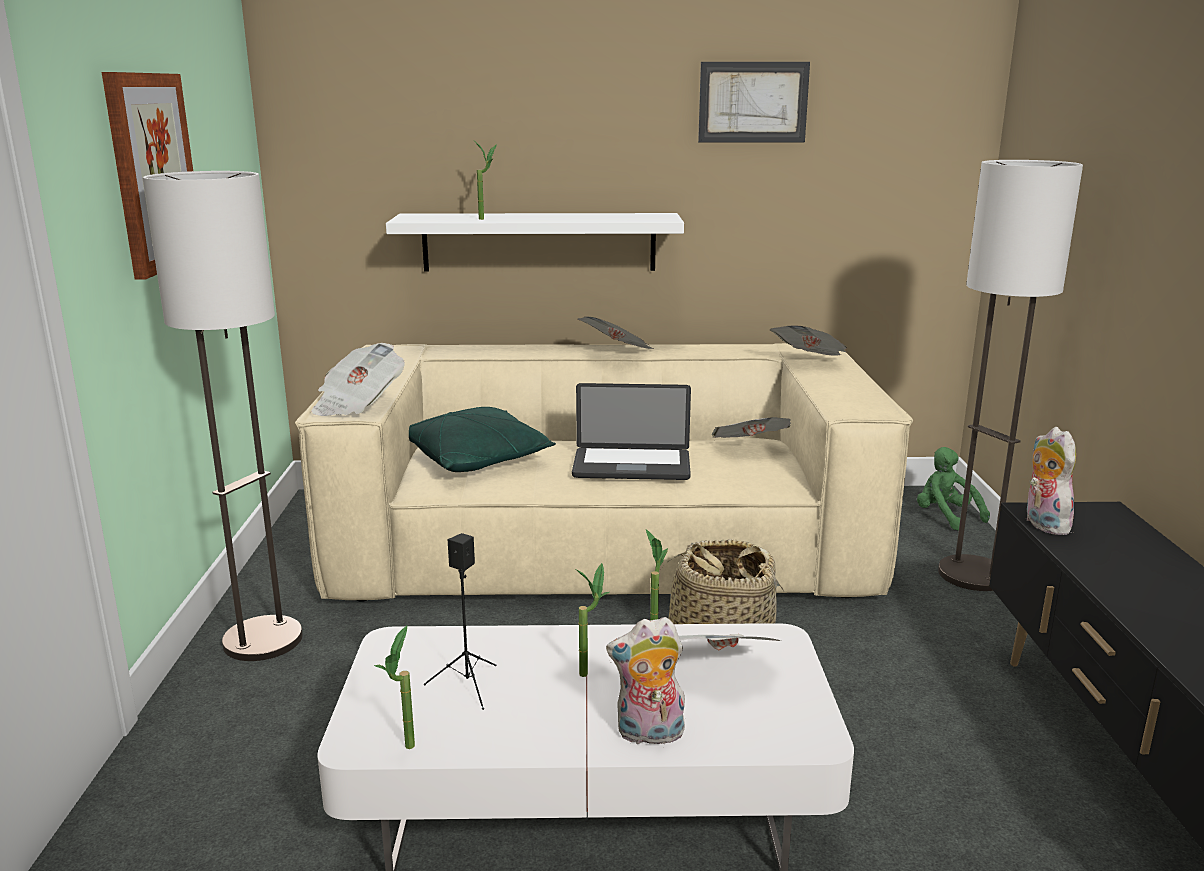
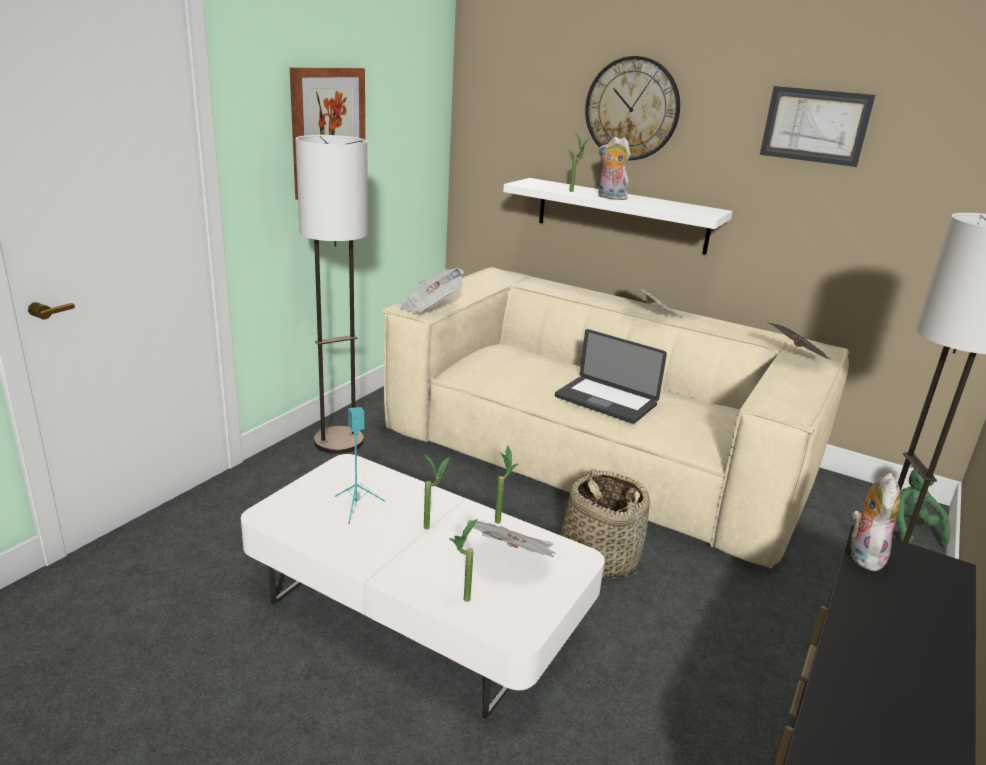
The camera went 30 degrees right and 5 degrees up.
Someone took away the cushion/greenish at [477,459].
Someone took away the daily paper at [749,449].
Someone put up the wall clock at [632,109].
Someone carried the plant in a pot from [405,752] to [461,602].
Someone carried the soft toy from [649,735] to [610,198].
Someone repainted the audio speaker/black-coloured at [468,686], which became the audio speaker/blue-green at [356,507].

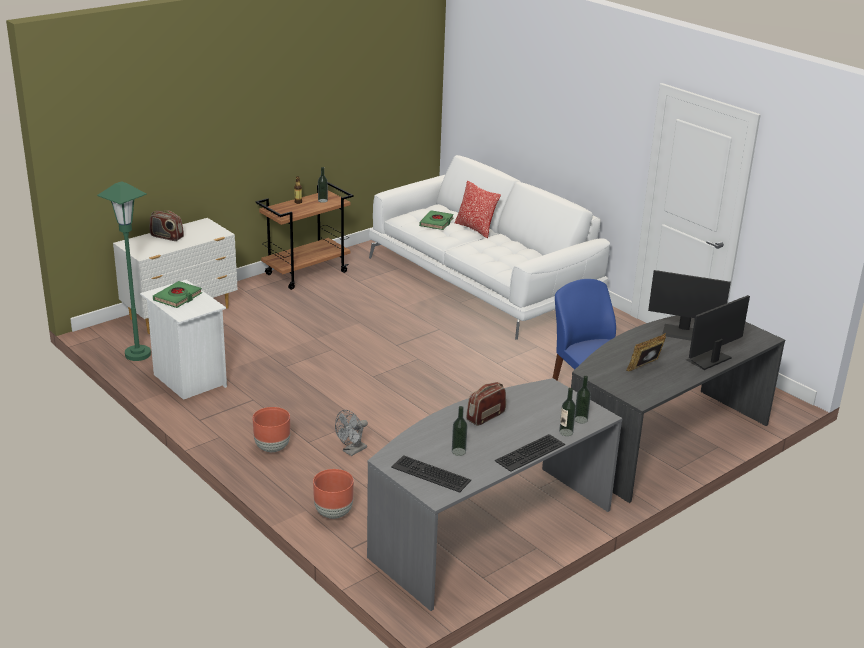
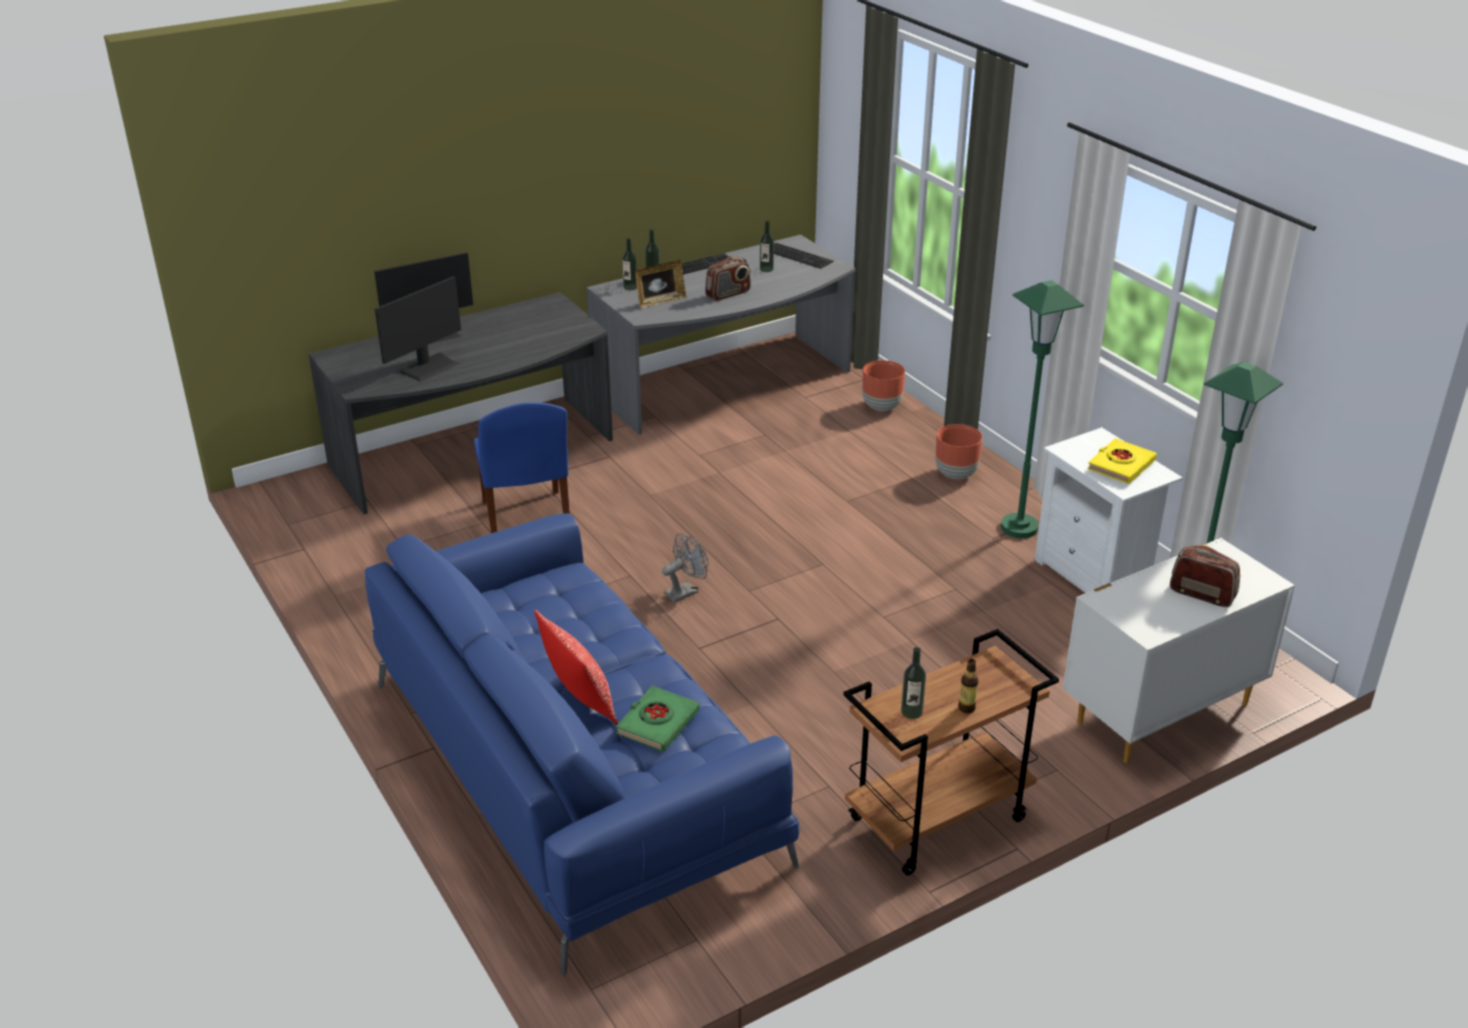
The camera went 170 degrees left and 5 degrees up.
Someone put down the standard lamp/greenish at [1019,528].
Someone carried the electric fan/gray from [352,451] to [686,591].
Someone carried the standing frame from [645,367] to [660,301].
Someone repainted the book/greenish at [178,297], which became the book/yellow at [1120,465].
Someone repainted the couch/white at [483,281], which became the couch/bluish at [570,768].
Someone rotated the monitor at [683,333] by 105 degrees clockwise.

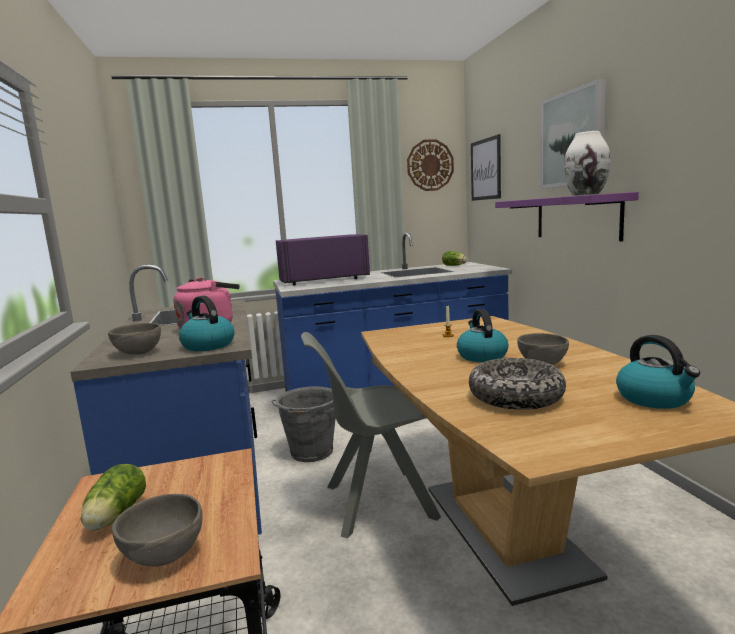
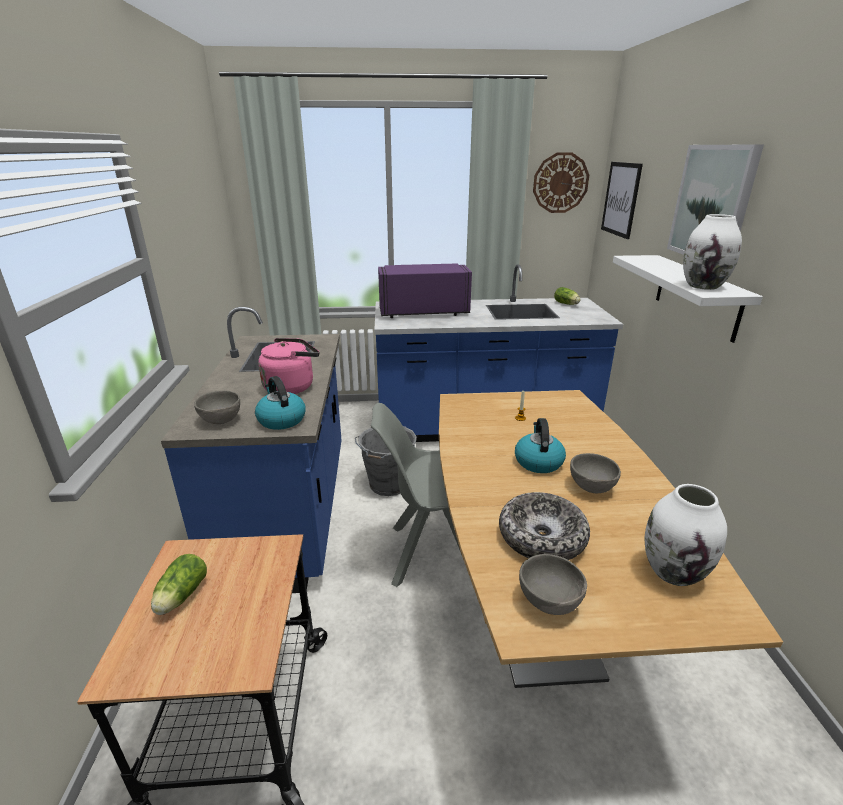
The camera went 10 degrees right and 15 degrees up.
Someone carried the serving bowl/gray from [163,556] to [549,602].
Someone swapped the tea kettle at [655,399] for the vase/white at [673,571].
Someone repainted the wall shelf/purple-coloured at [576,217], which became the wall shelf/white at [696,295].

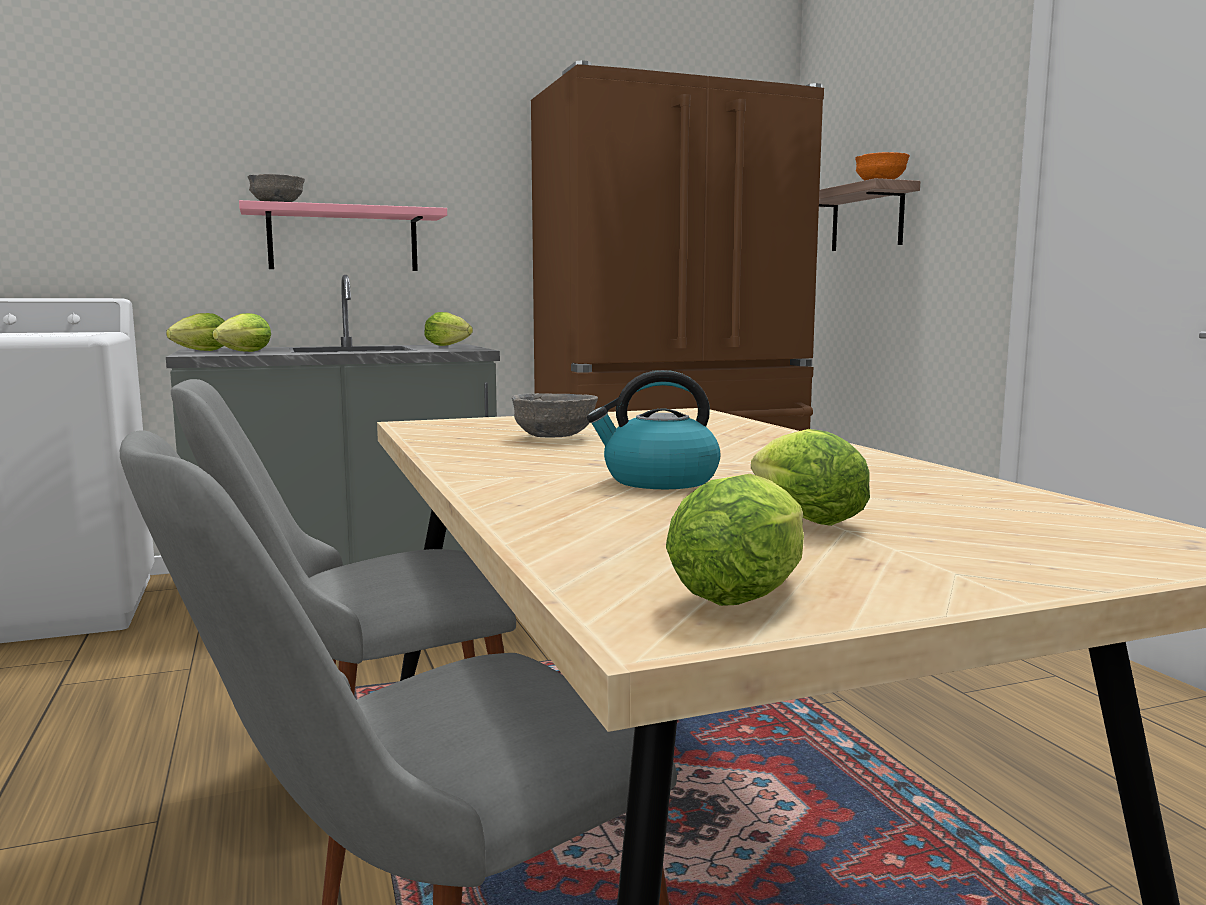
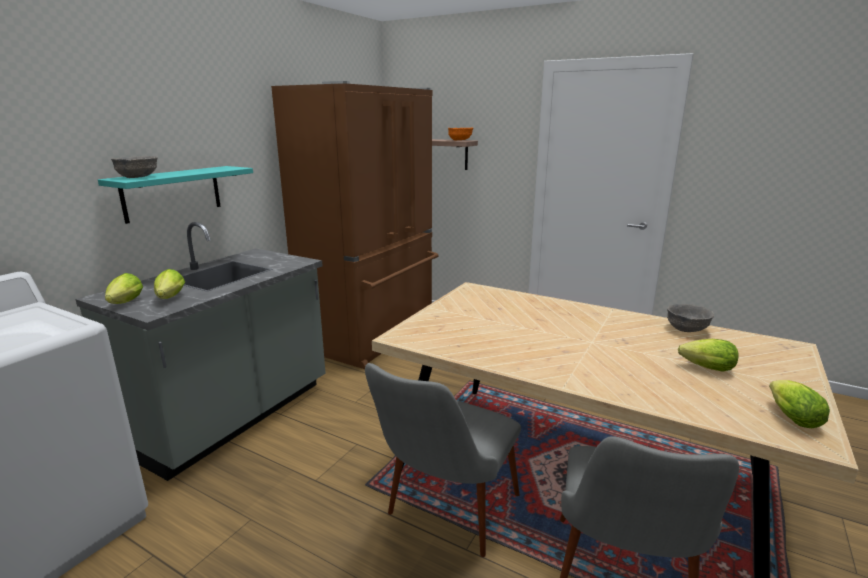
The camera went 40 degrees left and 10 degrees up.
Someone took away the lettuce head at [450,346].
Someone took away the tea kettle at [658,480].
Someone carried the serving bowl/gray from [553,437] to [687,329].
Someone repainted the wall shelf/pink-coloured at [343,240], which became the wall shelf/blue-green at [172,193].

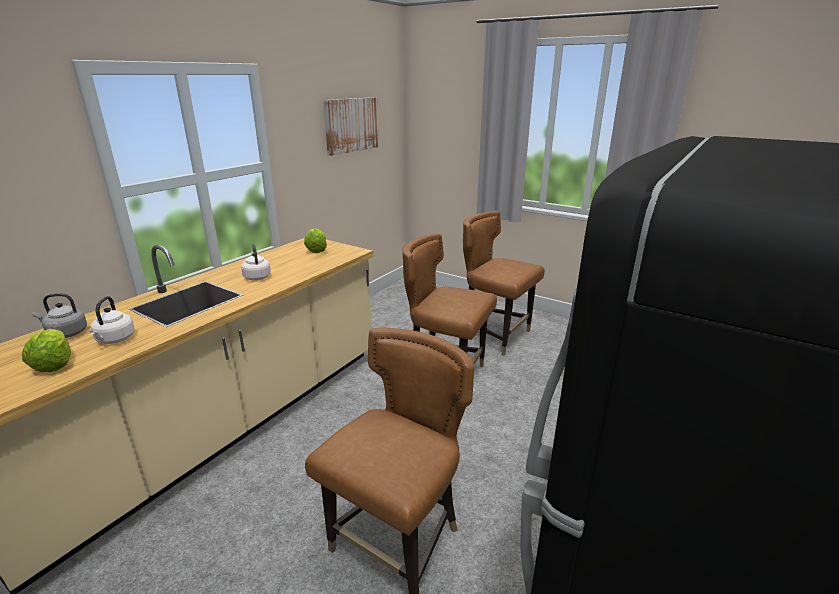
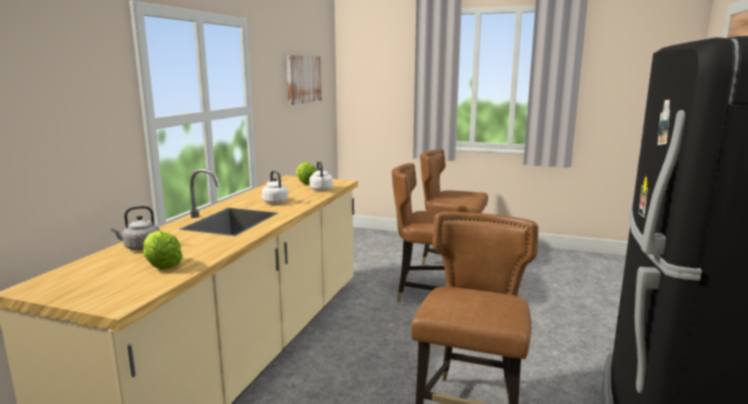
The camera went 15 degrees left and 10 degrees down.
Someone carried the tea kettle/white from [115,339] to [321,190].

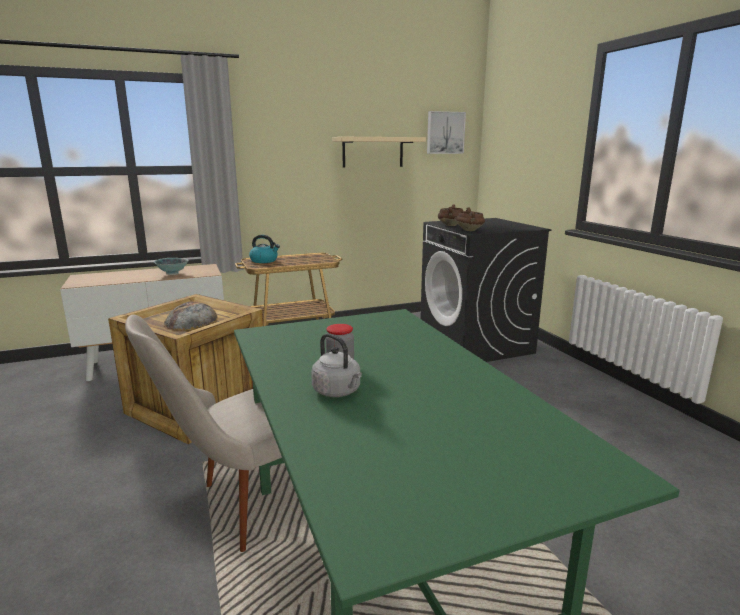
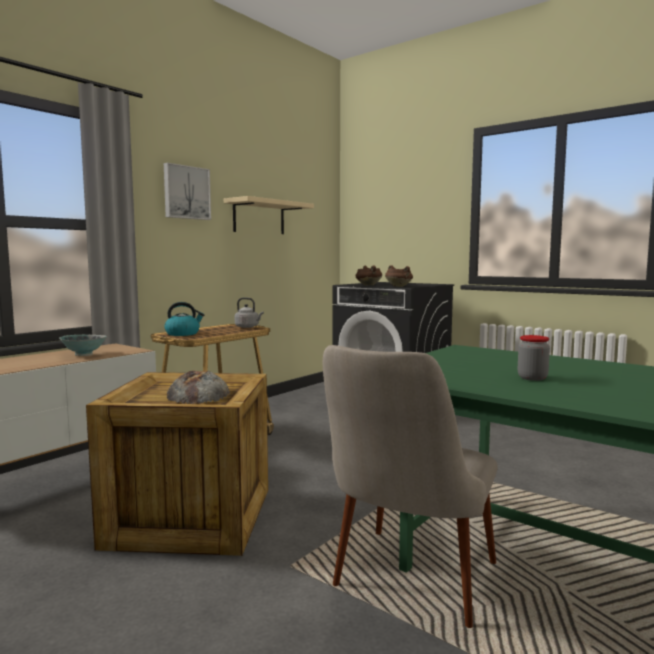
The camera went 30 degrees left and 10 degrees down.
Someone carried the tea kettle/gray from [338,392] to [248,327].
Someone carried the picture from [445,133] to [186,192].

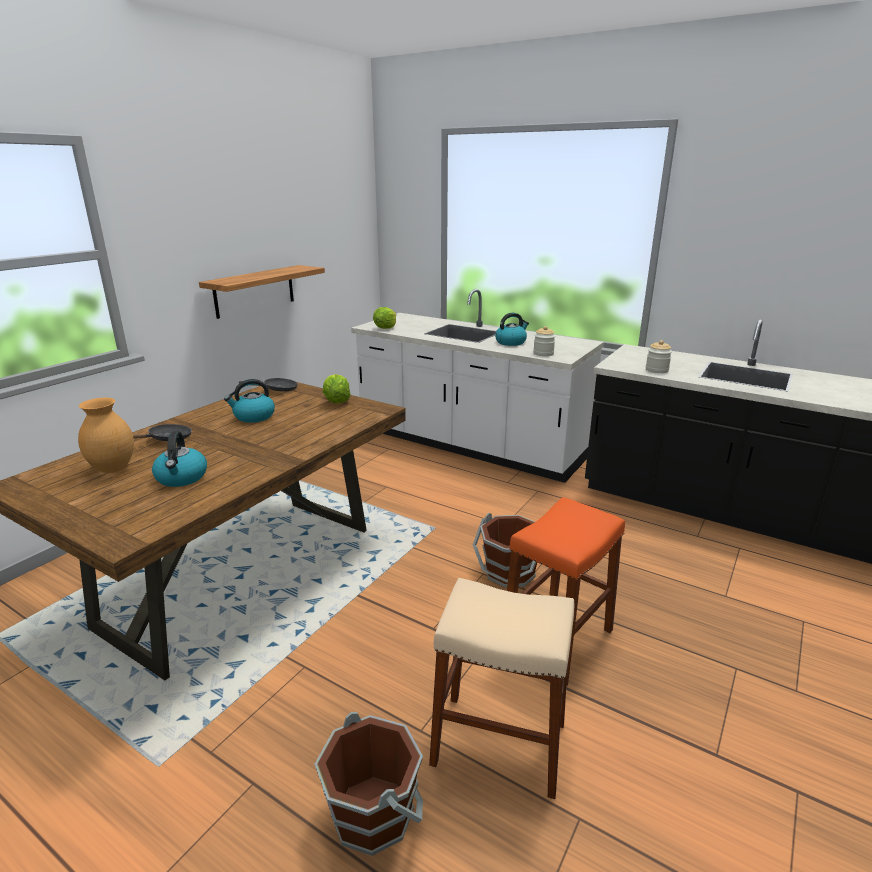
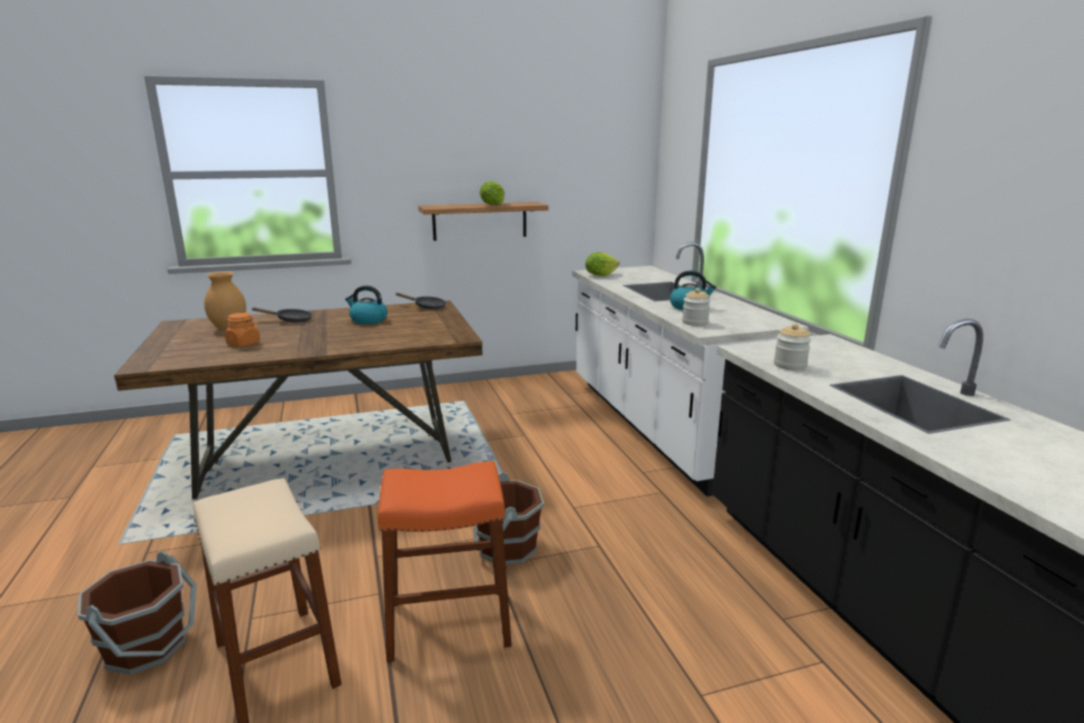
The camera went 40 degrees right and 5 degrees down.
Someone carried the lettuce head from [336,401] to [493,205].
Someone swapped the tea kettle at [182,478] for the preserve jar/orange-coloured at [243,344].

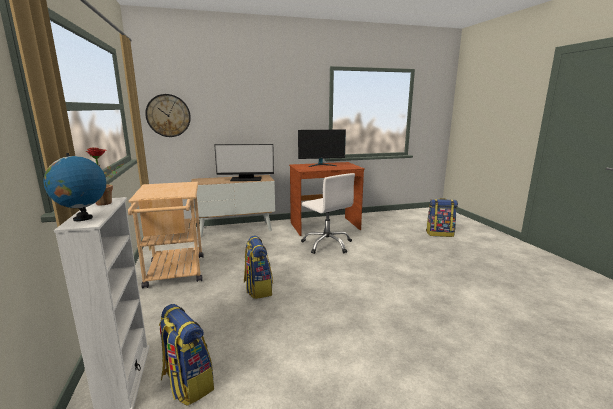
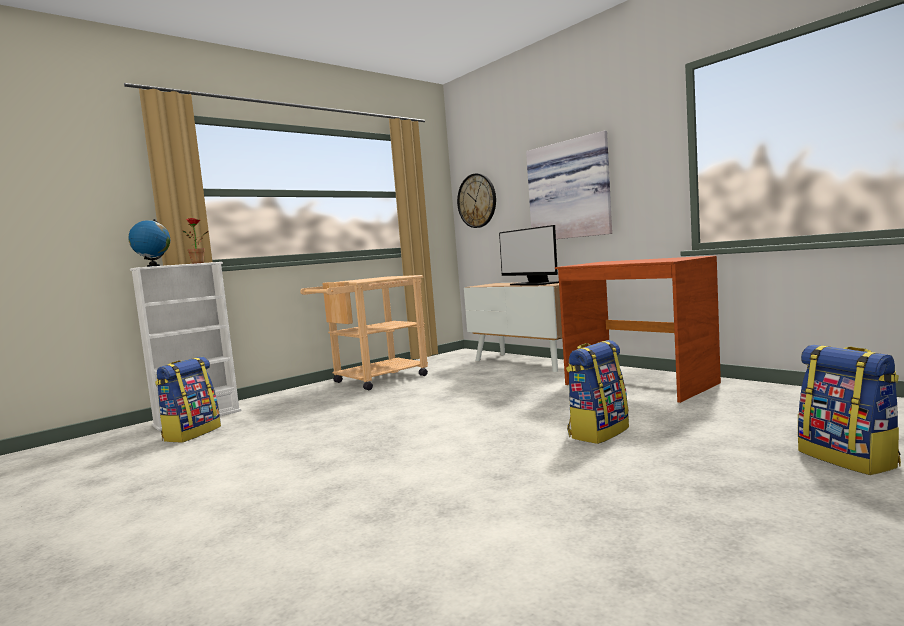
The camera went 65 degrees right and 10 degrees down.
Someone took away the monitor at [321,165].
Someone took away the office chair/white at [327,244].
Someone put up the picture at [570,190].
Someone carried the backpack from [258,289] to [598,432].

